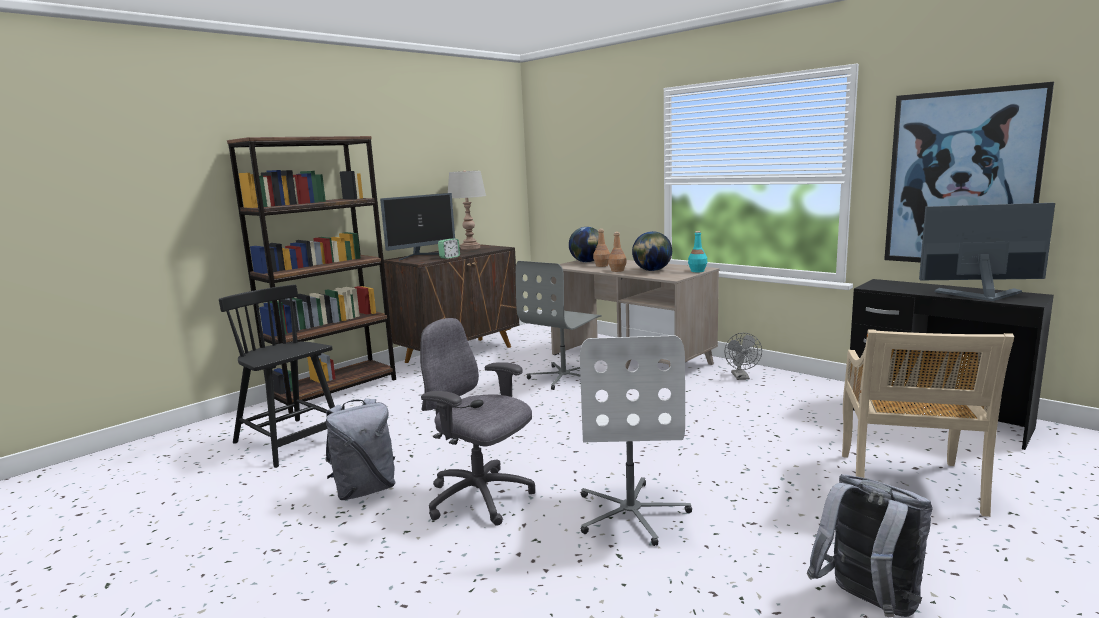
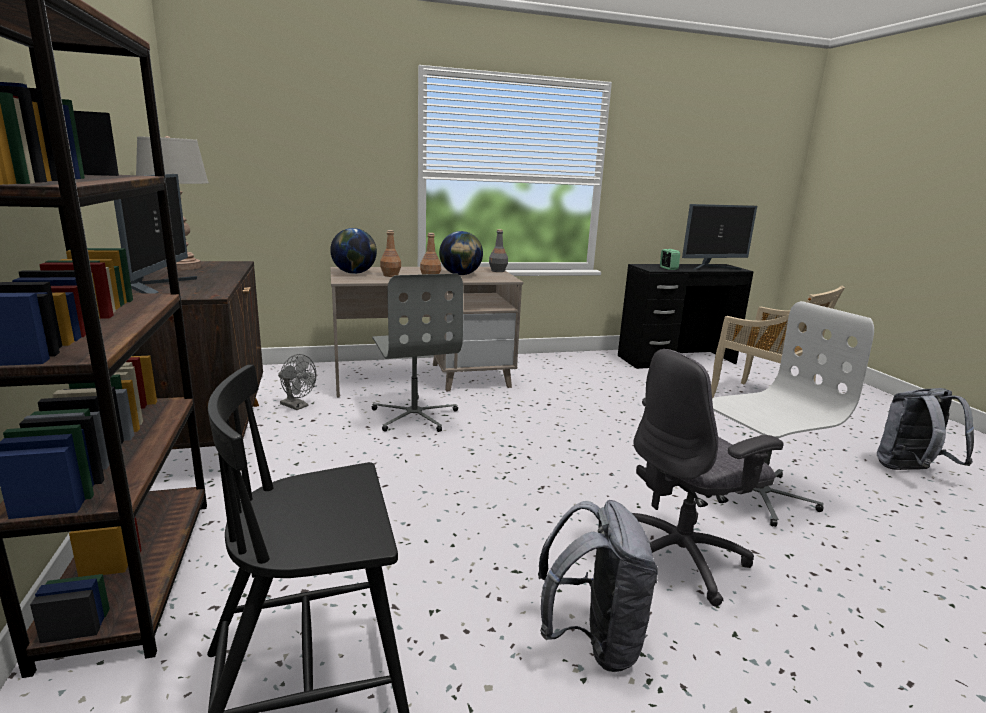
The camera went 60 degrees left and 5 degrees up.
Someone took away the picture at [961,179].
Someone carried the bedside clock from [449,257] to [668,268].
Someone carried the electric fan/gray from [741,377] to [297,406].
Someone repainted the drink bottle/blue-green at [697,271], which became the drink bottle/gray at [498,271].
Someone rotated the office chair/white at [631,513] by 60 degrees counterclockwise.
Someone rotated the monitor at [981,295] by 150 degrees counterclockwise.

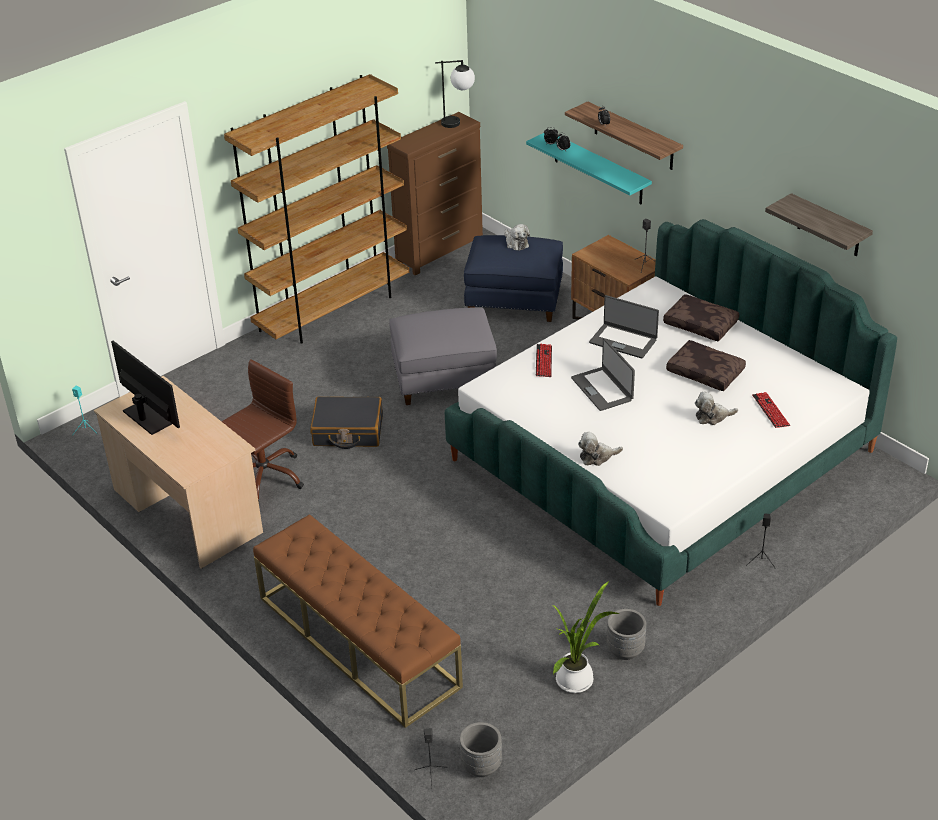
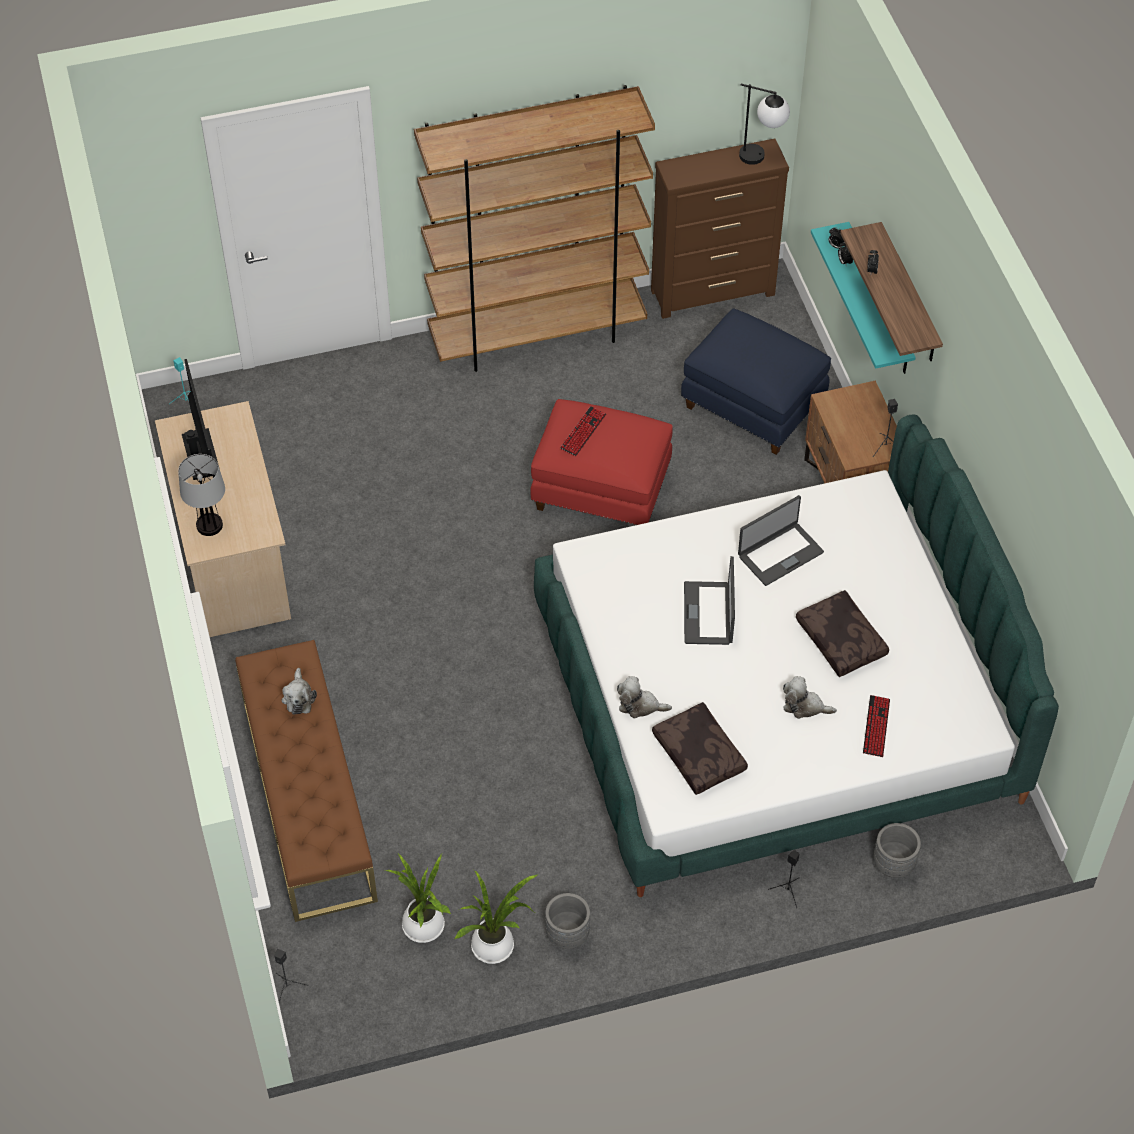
The camera went 25 degrees right and 15 degrees up.
Someone took away the office chair/brown at [264,477].
Someone took away the travel case/black-coloured at [348,431].
Someone took away the wall shelf at [829,226].
Someone put down the table lamp at [210,525].
Someone put down the plant in a pot at [424,929].
Someone carried the plant pot/gray from [481,766] to [893,864].
Someone carried the soft toy from [516,243] to [299,697].
Someone carried the PC keyboard from [543,361] to [583,432].
Someone carried the cushion/brown from [701,324] to [700,754].
Someone repainted the pouffe/gray at [444,379], which became the pouffe/reddish at [602,489].
Someone rotated the portable computer at [623,341] by 90 degrees counterclockwise.

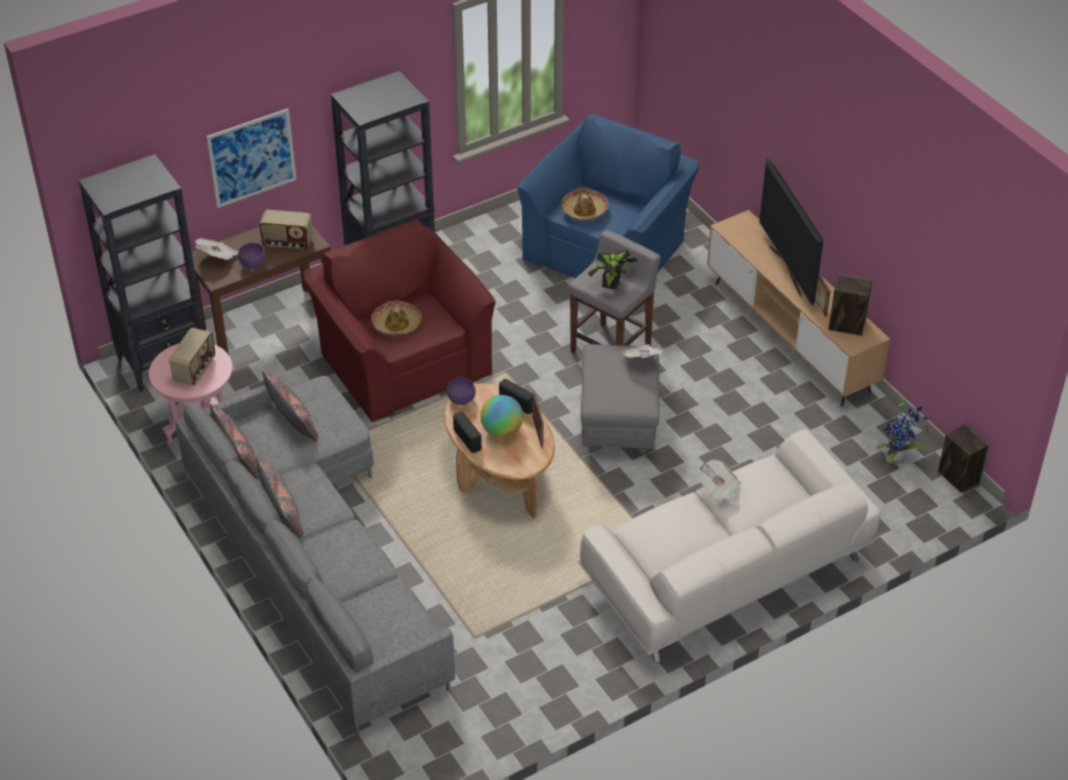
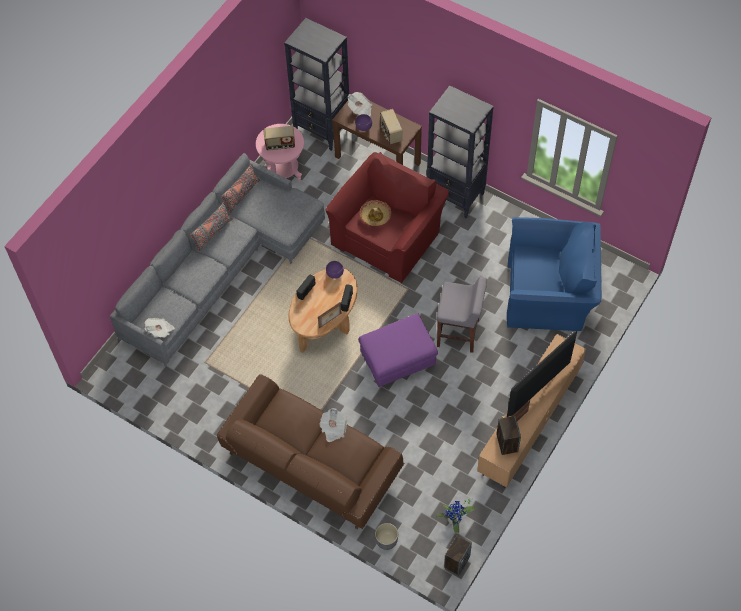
The camera went 65 degrees right and 15 degrees up.
Someone took away the picture at [252,158].
Someone took away the cushion/gray at [292,420].
Someone took away the desk globe at [502,431].
Someone took away the clothing hat at [584,210].
Someone took away the plant in a pot at [612,285].
Someone put down the plant pot/gray at [386,541].
Someone carried the daily paper from [642,359] to [160,331].
Someone repainted the couch/white at [725,573], which became the couch/brown at [311,463].
Someone repainted the pouffe/gray at [619,425], which became the pouffe/purple-coloured at [397,363].

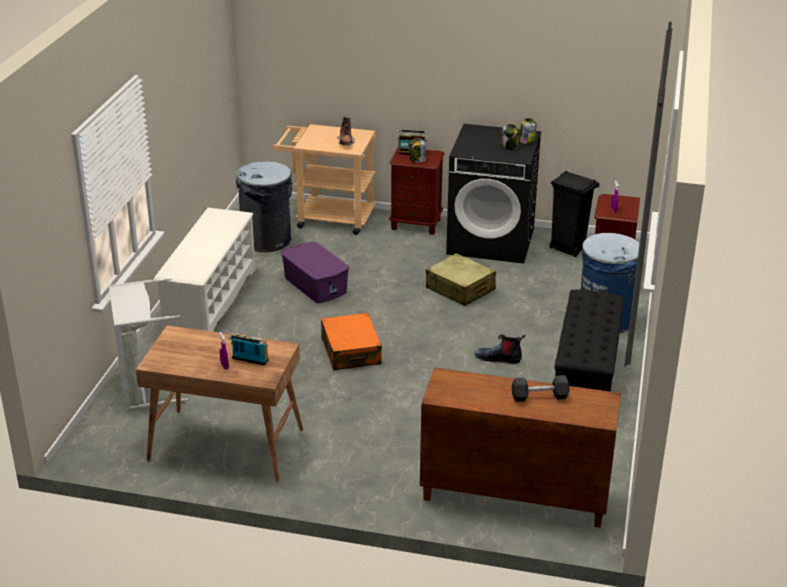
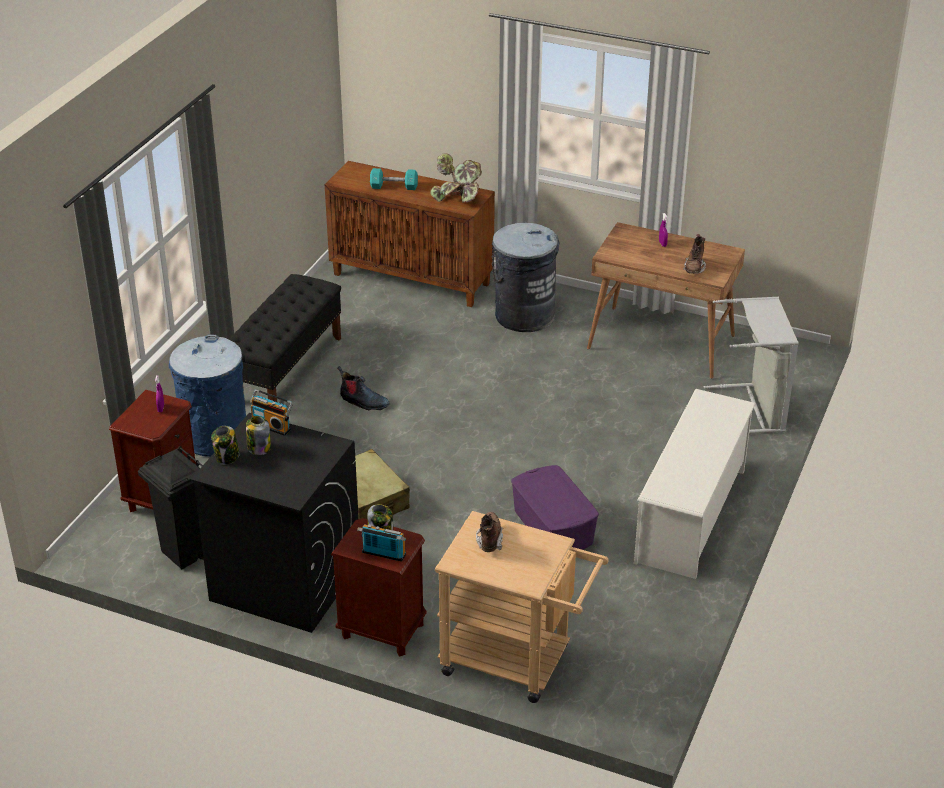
The camera went 170 degrees left and 5 degrees up.
Someone took away the travel case/orange-coloured at [351,351].
Someone put down the plant in a pot at [458,197].
Someone put down the tall boot/brown at [694,268].
Someone carried the radio receiver from [249,360] to [272,425].
Someone carried the rubbish bin/gray from [266,240] to [524,315].
Someone repainted the hand weight/black-coloured at [539,396], which became the hand weight/blue-green at [394,186].

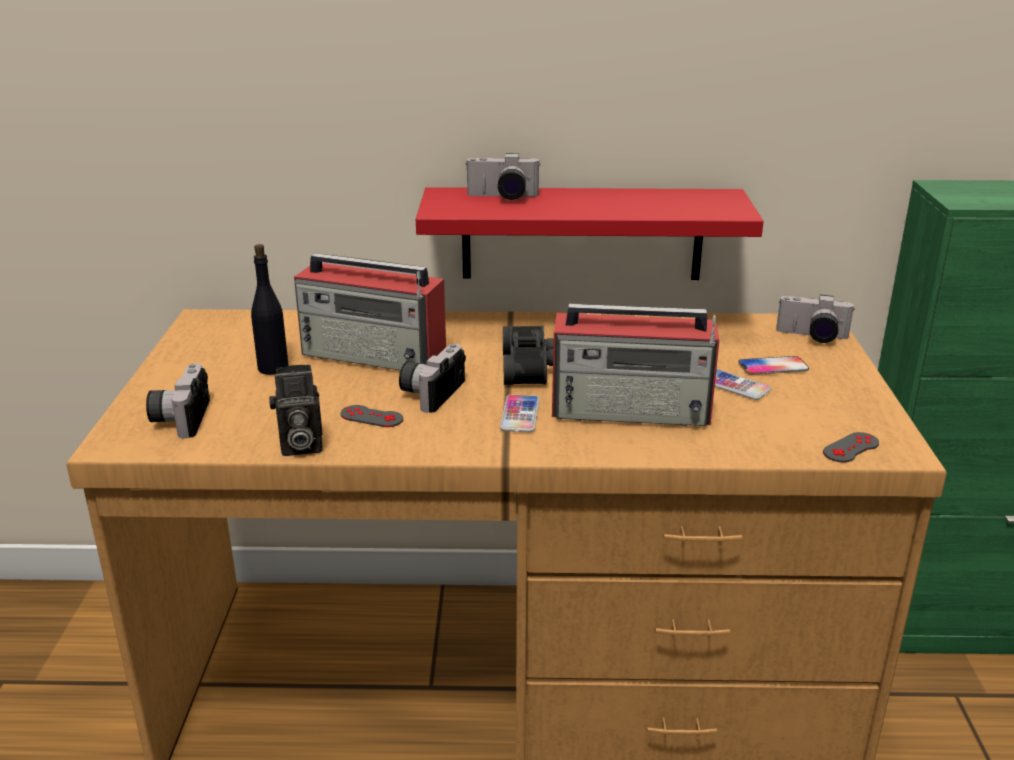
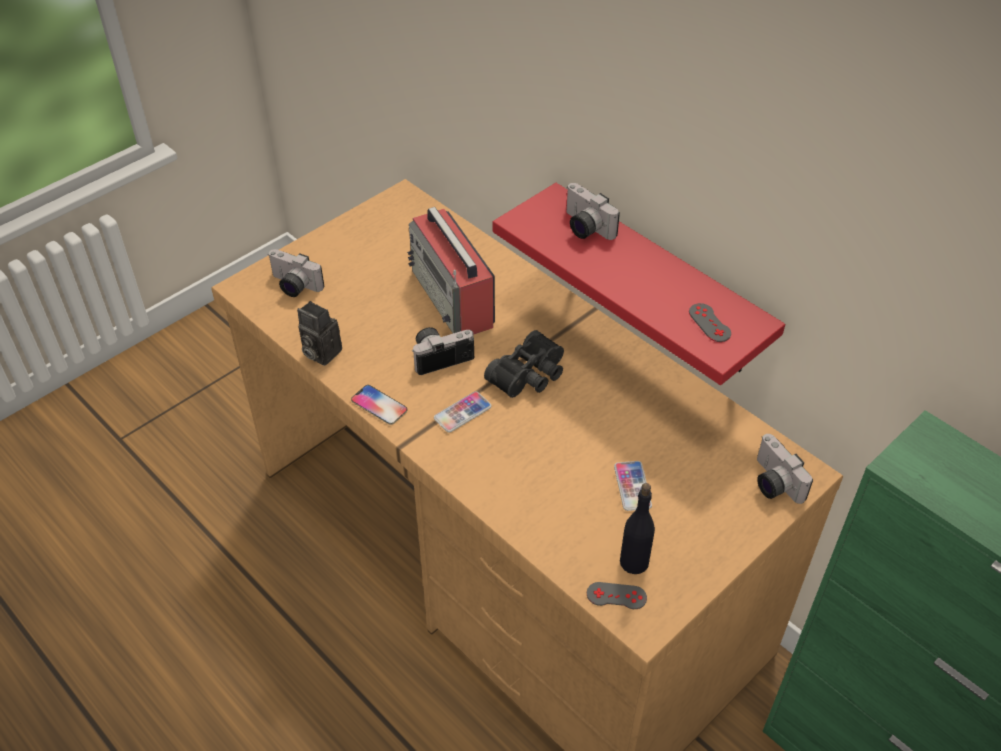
The camera went 45 degrees right and 20 degrees up.
Someone took away the radio receiver at [633,410].
Someone carried the drink bottle/black-coloured from [273,368] to [634,561].
Someone carried the gamepad/gray from [371,416] to [709,323].
Someone carried the telephone from [773,367] to [379,405].
Someone rotated the photo camera at [180,418] by 105 degrees counterclockwise.

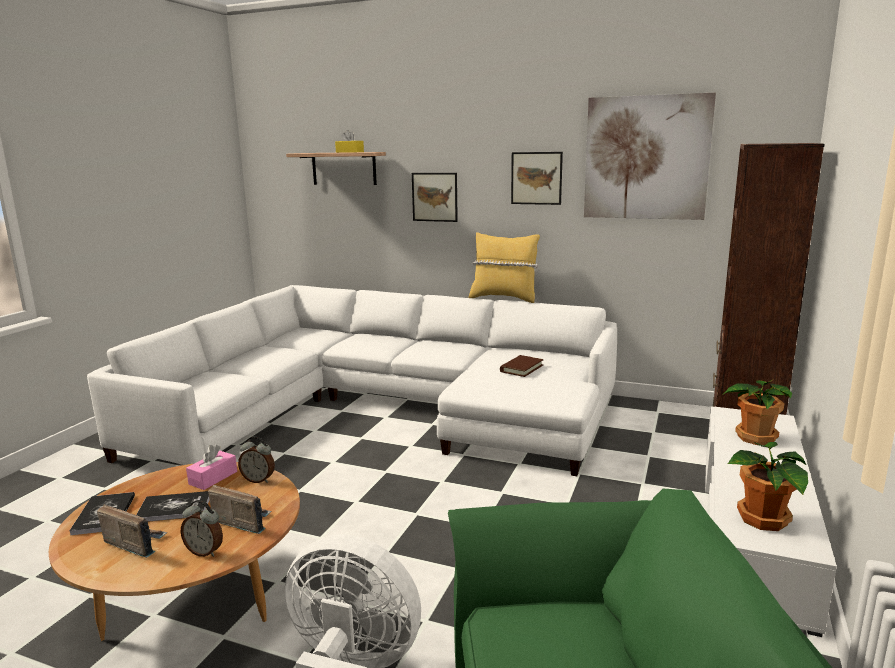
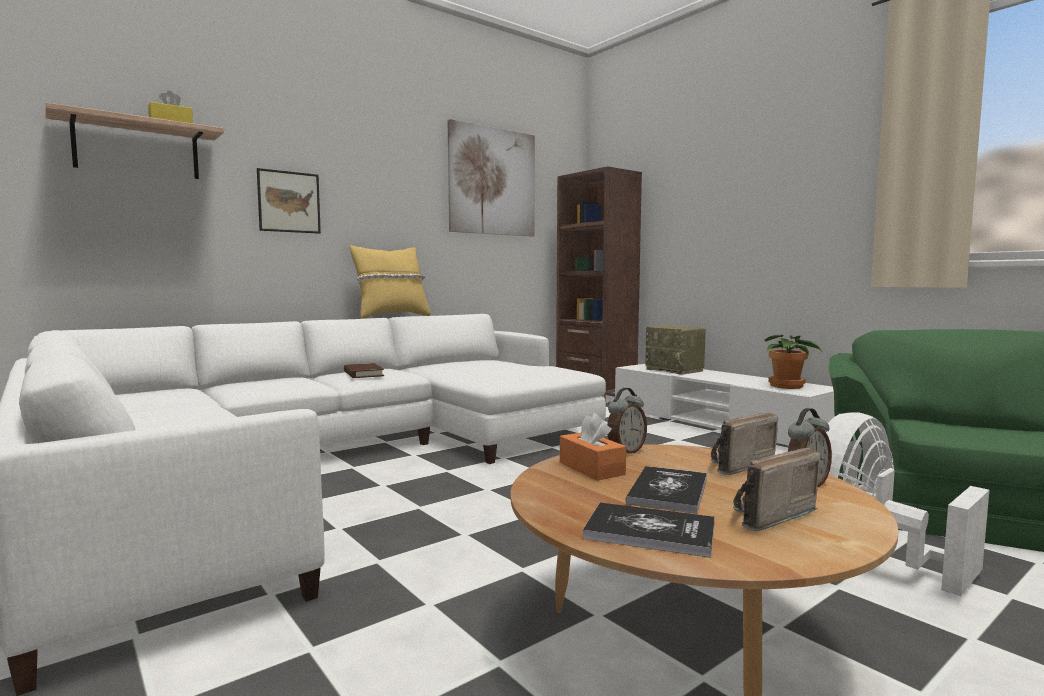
The camera went 60 degrees left and 10 degrees down.
Someone took away the picture at [536,178].
Someone carried the book/brown from [521,368] to [363,374].
Someone swapped the plant in a pot at [754,437] for the radio receiver at [675,370].
Someone repainted the tissue box/pink-coloured at [213,478], which became the tissue box/orange-coloured at [591,468].

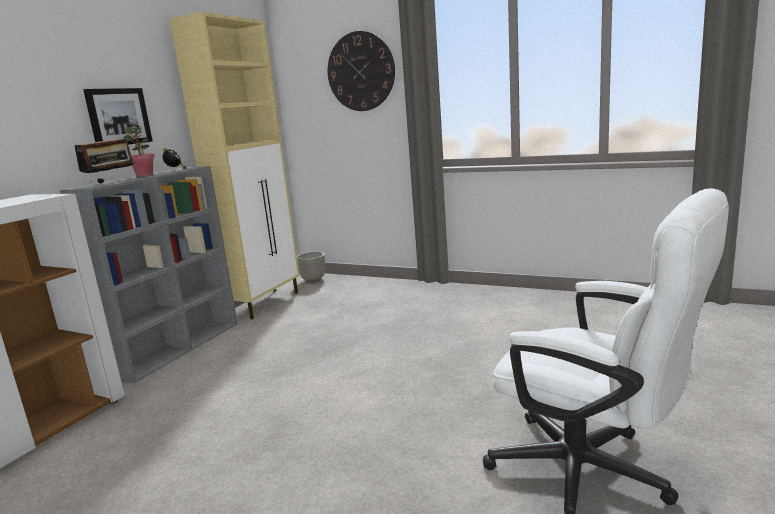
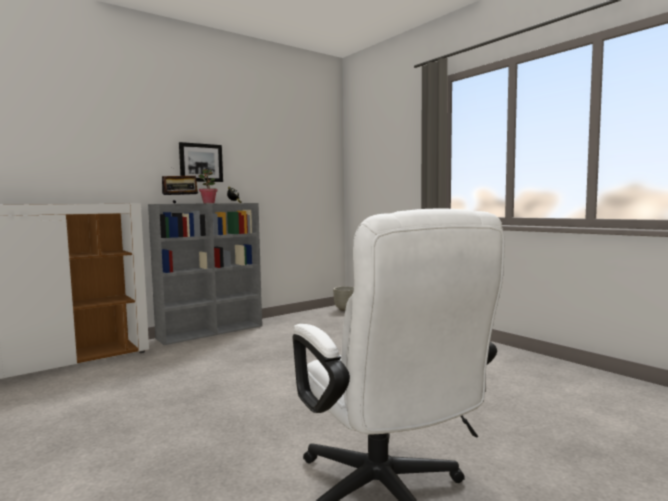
The camera went 25 degrees right and 10 degrees down.
Someone took away the cabinet/beige-coloured at [265,303].
Someone took away the wall clock at [361,71].

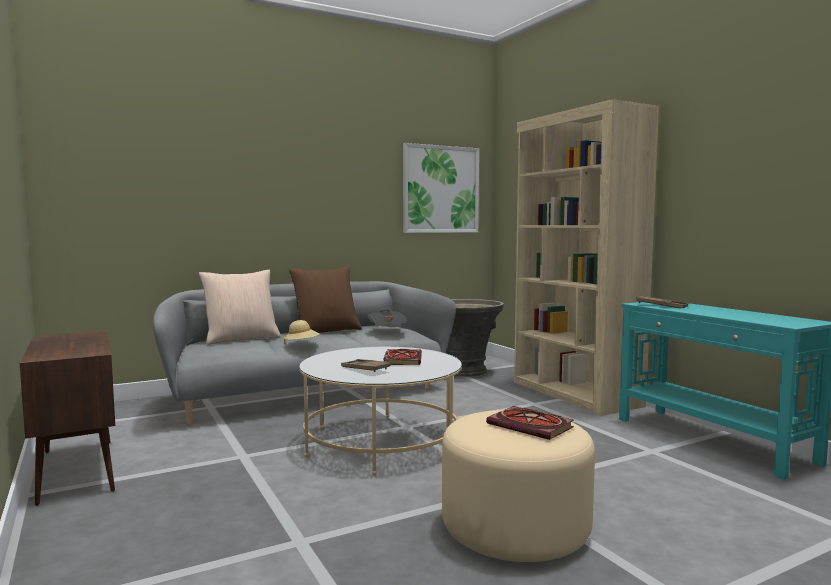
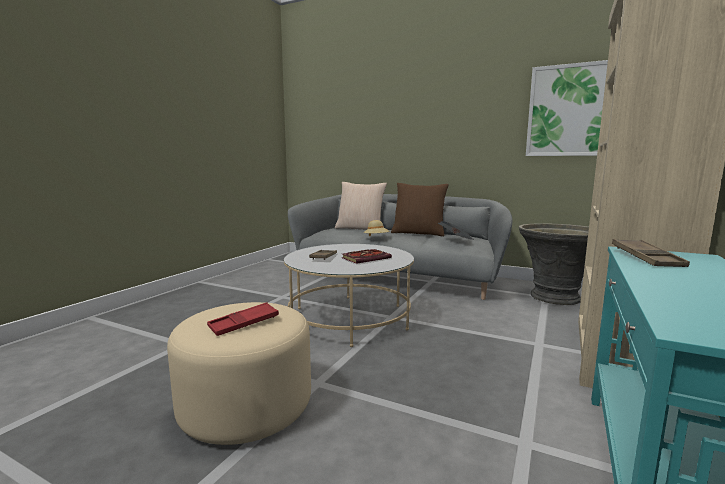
The camera went 55 degrees right and 5 degrees up.
Someone took away the cabinet/brown at [77,470].
Someone swapped the book at [532,426] for the serving tray/reddish at [244,323].

